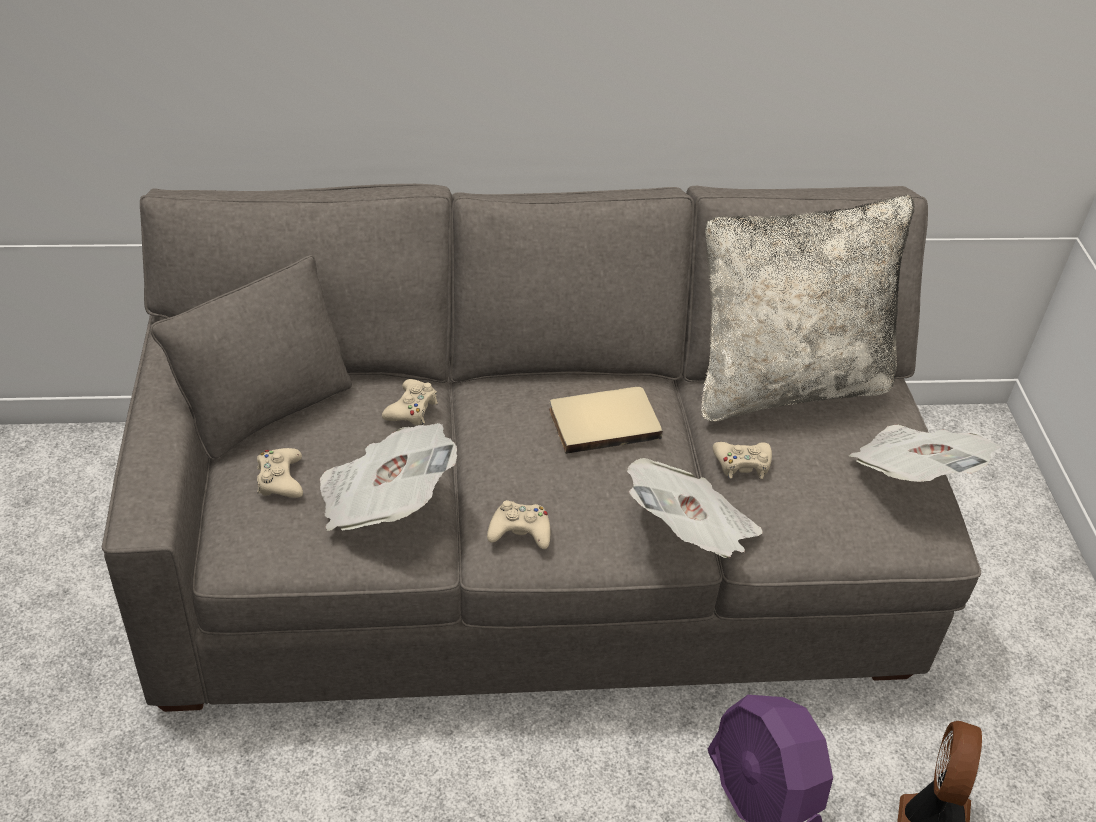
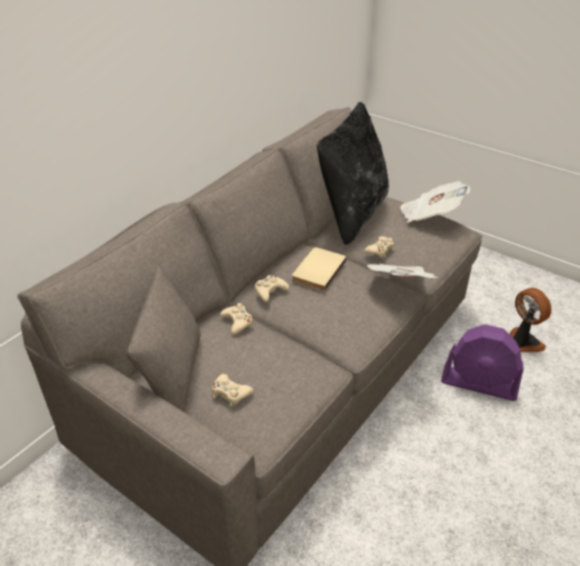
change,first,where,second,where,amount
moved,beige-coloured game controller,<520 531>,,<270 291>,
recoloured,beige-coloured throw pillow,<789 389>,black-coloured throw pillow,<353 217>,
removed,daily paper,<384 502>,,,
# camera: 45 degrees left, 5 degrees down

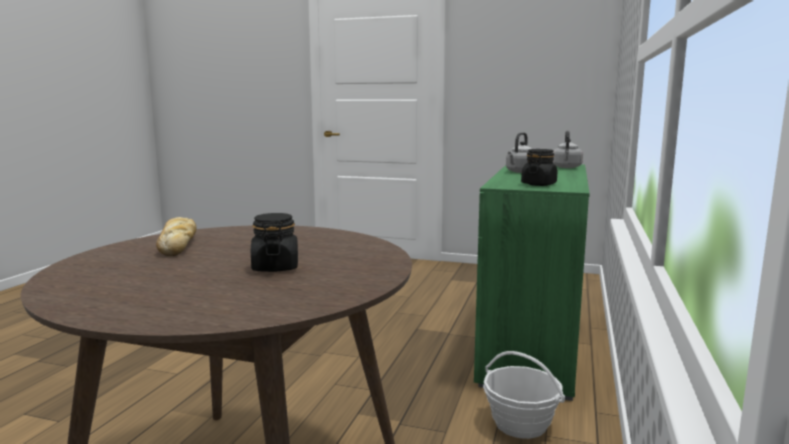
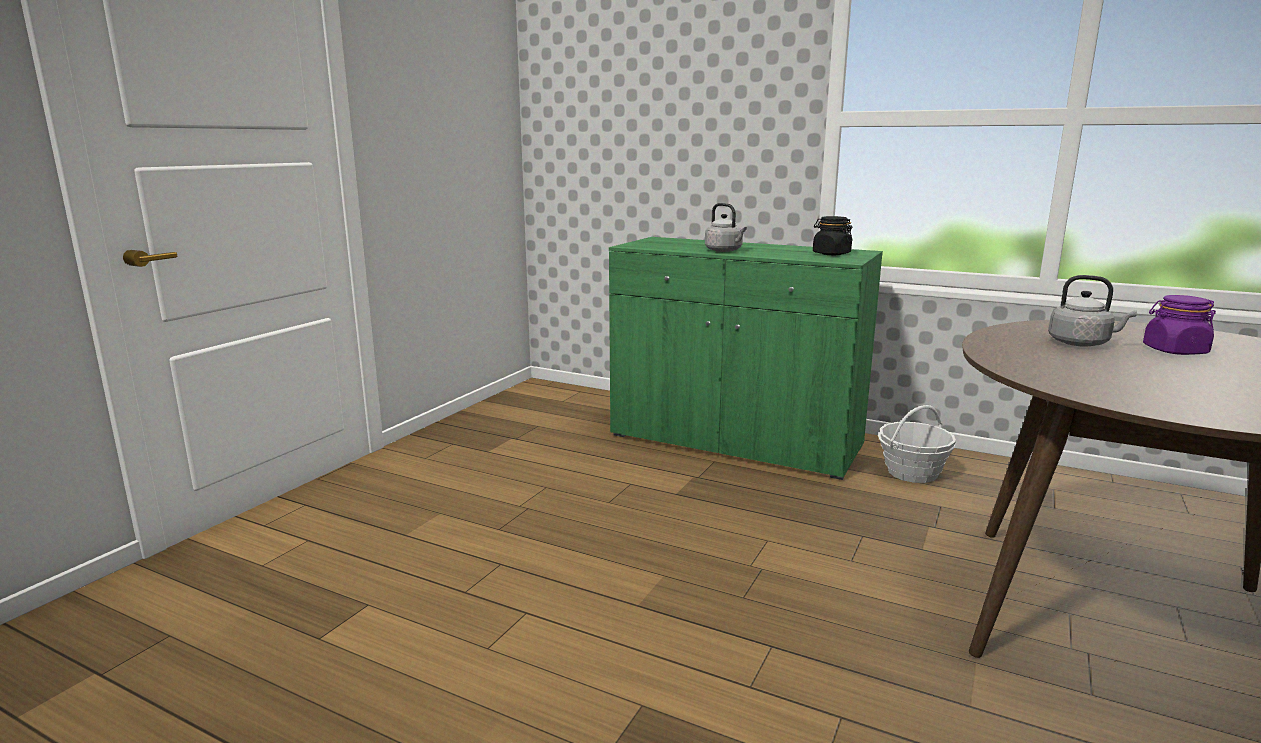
change,first,where,second,where,amount
moved,grey water kettle,<566 167>,,<1081 343>,
recoloured,black-coloured jar,<275 267>,purple jar,<1174 351>,
removed,baked bread,<178 244>,,,
# camera: 80 degrees left, 5 degrees up

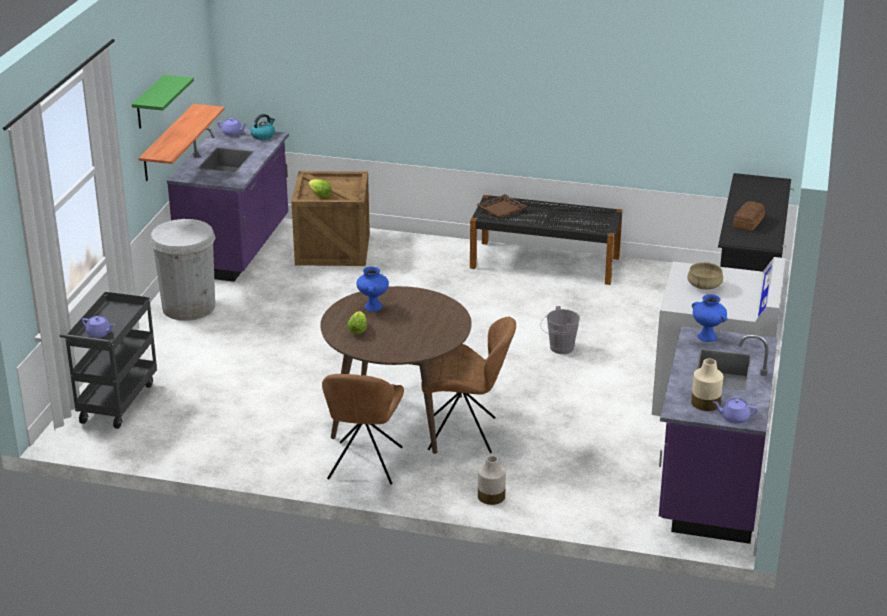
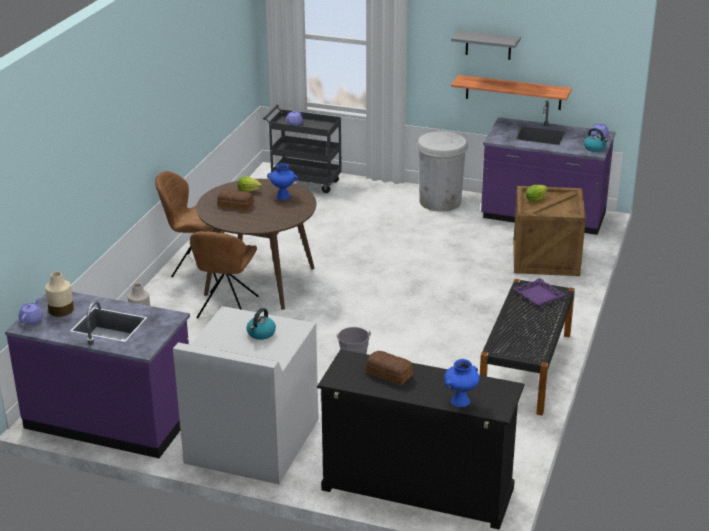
change,first,where,second,where,amount
added,,,baked bread,<236 205>,
replaced,beige-coloured saucepot,<704 285>,water kettle,<261 334>,
moved,blue-coloured flower vase,<707 337>,,<460 402>,
recoloured,green bracket shelf,<149 103>,grey bracket shelf,<488 45>,
recoloured,brown-coloured tray,<501 209>,purple tray,<539 295>,
# camera: 95 degrees right, 0 degrees up

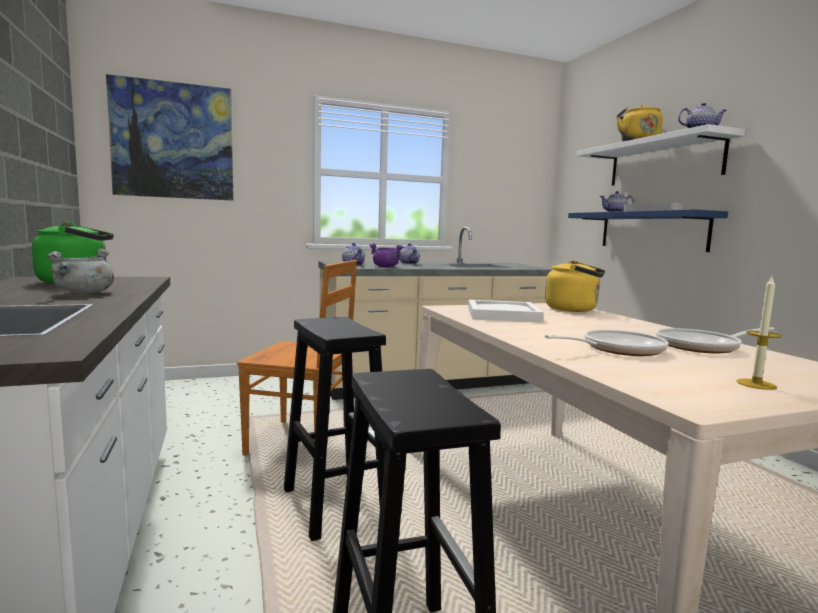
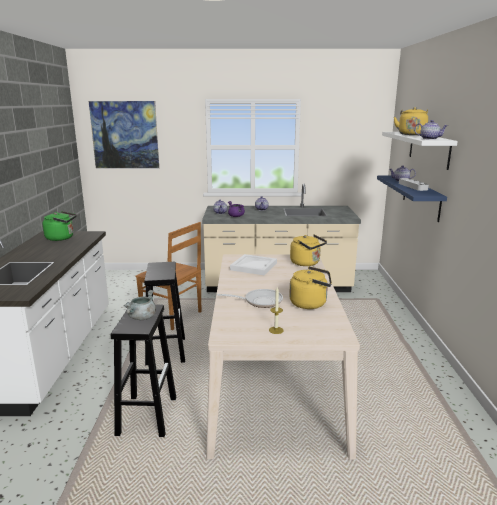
change,first,where,second,where,amount
moved,grey saucepot,<85 293>,,<142 318>,
replaced,skillet,<703 347>,yellow-coloured water kettle,<310 303>,
# camera: 20 degrees right, 10 degrees up

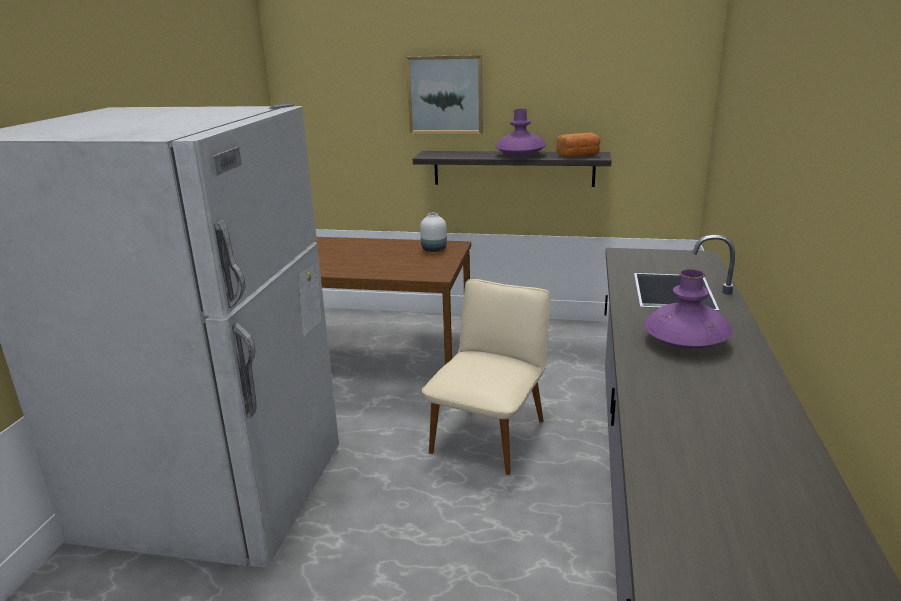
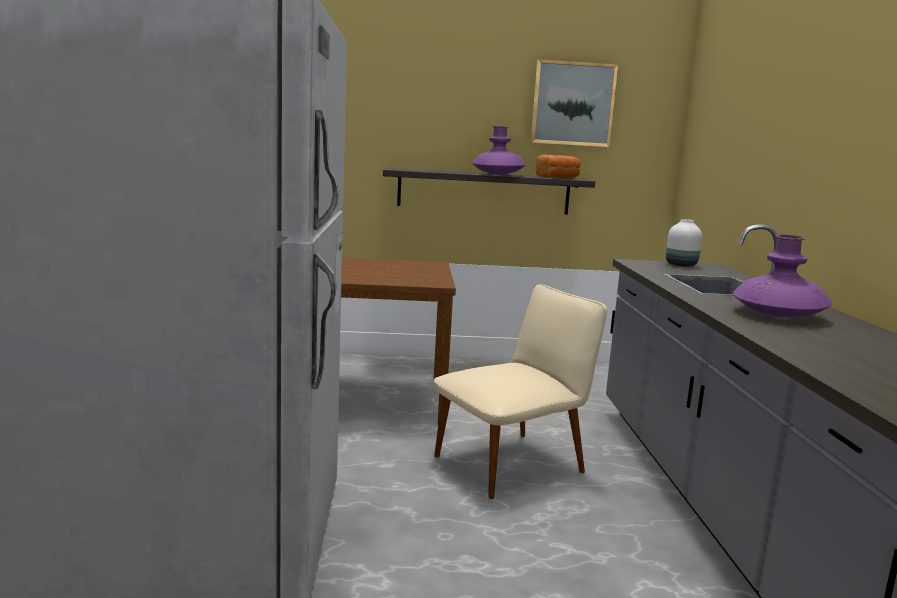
change,first,where,second,where,amount
turned,beige-coloured chair,<488 436>,,<509 464>,45 degrees clockwise
moved,wall art,<445 95>,,<573 104>,
moved,white flower vase,<434 249>,,<681 265>,
# camera: 15 degrees left, 10 degrees down

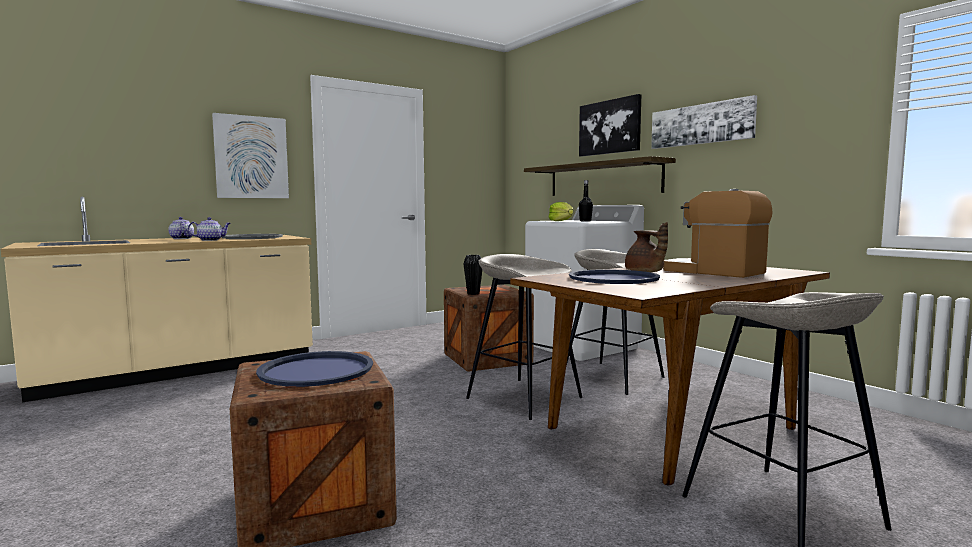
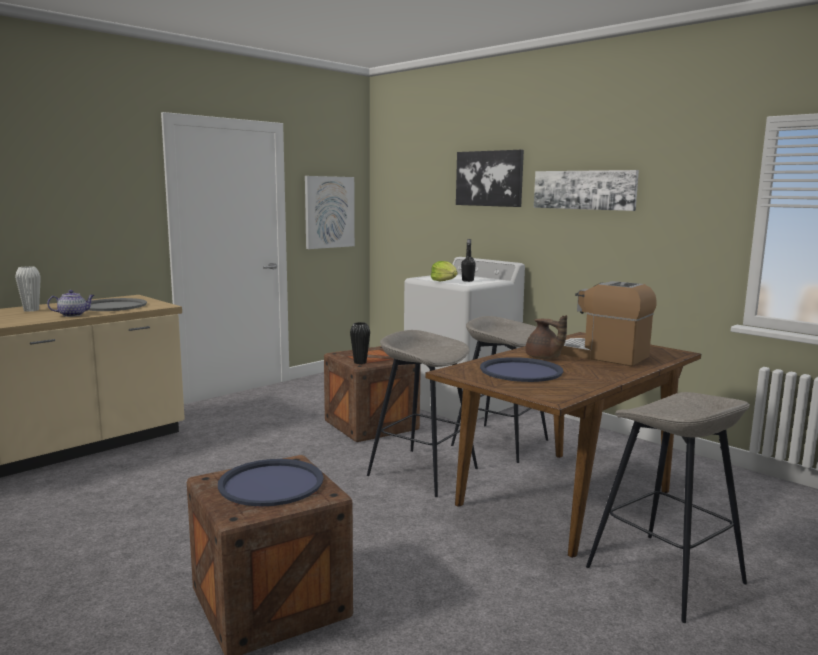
change,first,where,second,where,amount
replaced,pot for tea,<181 238>,white flower vase,<31 310>,
moved,wall art,<251 157>,,<329 212>,
removed,bracket shelf,<603 179>,,,
# camera: 10 degrees left, 5 degrees up

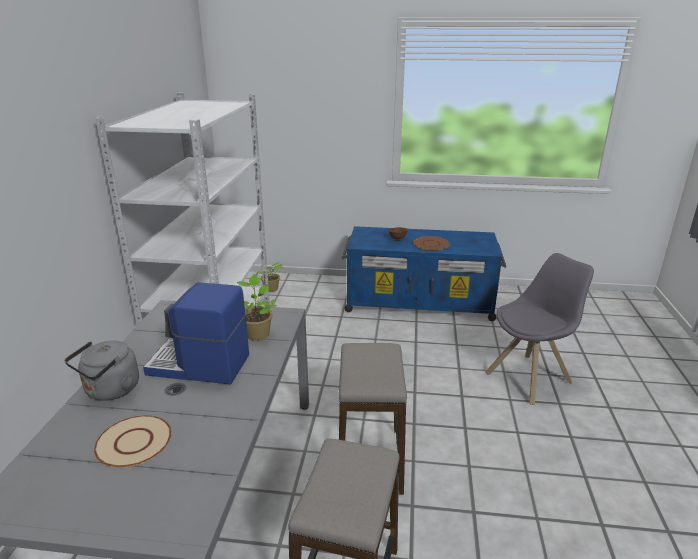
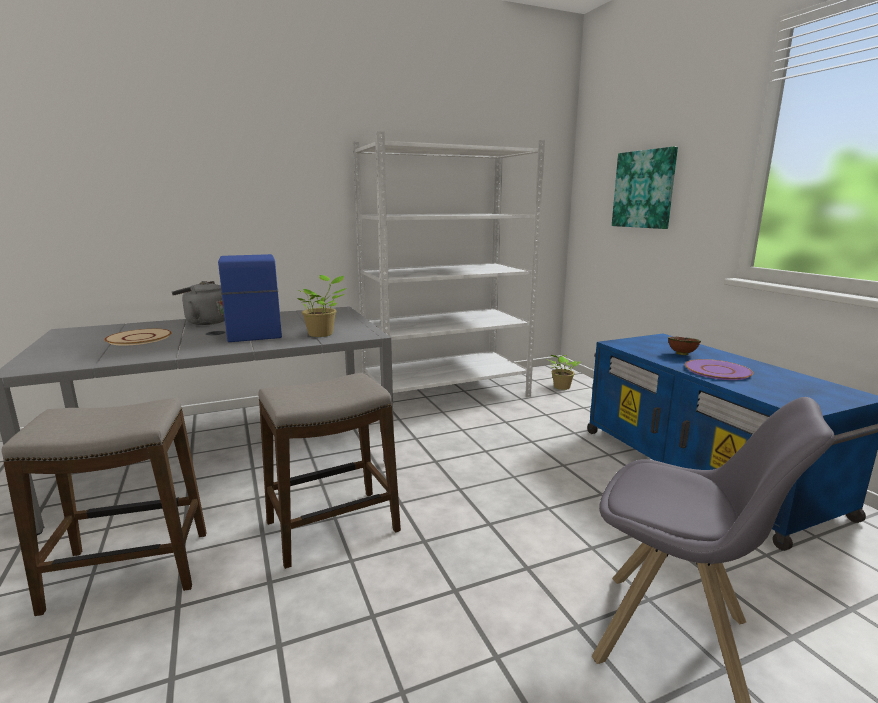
change,first,where,second,where,amount
added,,,wall art,<644 189>,
recoloured,brown-coloured dinner plate,<431 244>,purple dinner plate,<718 371>,
# camera: 60 degrees right, 10 degrees down

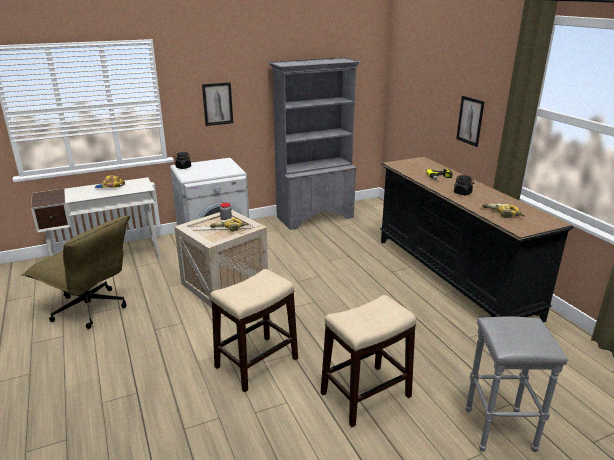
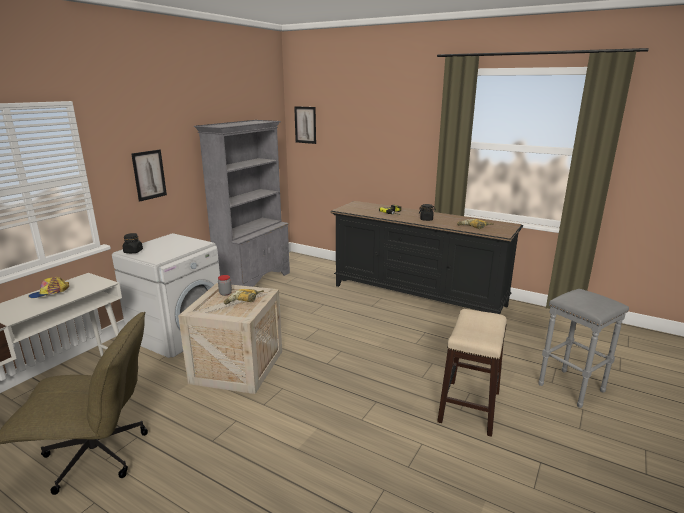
change,first,where,second,where,amount
moved,wall art,<470 121>,,<305 125>,
removed,sitting stool,<257 362>,,,
# camera: 35 degrees left, 5 degrees down

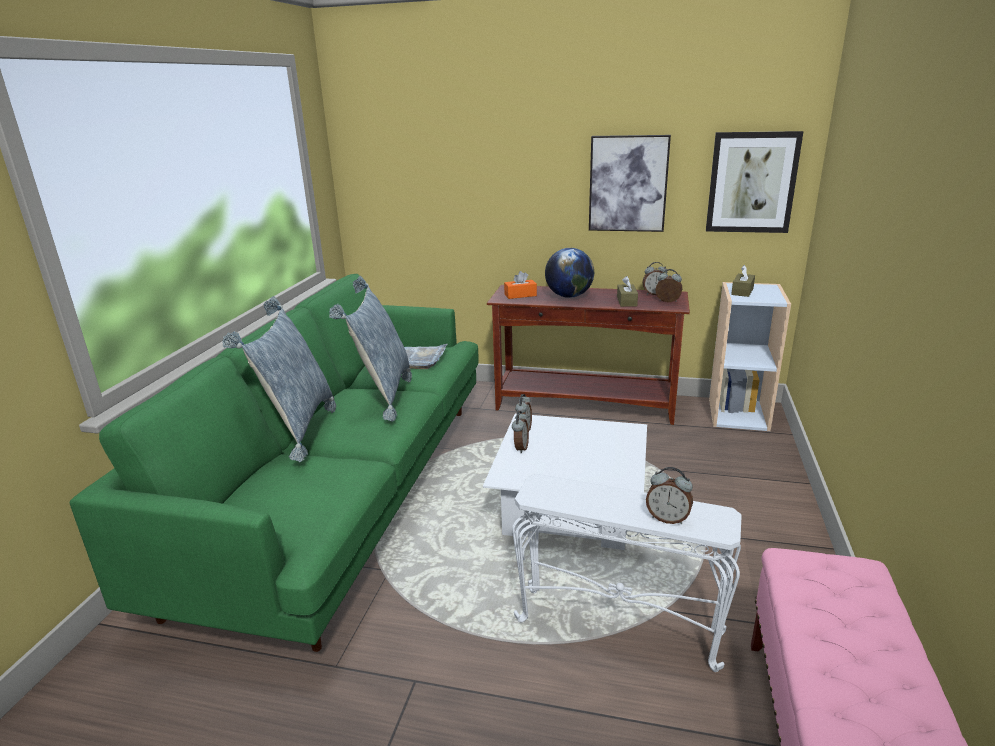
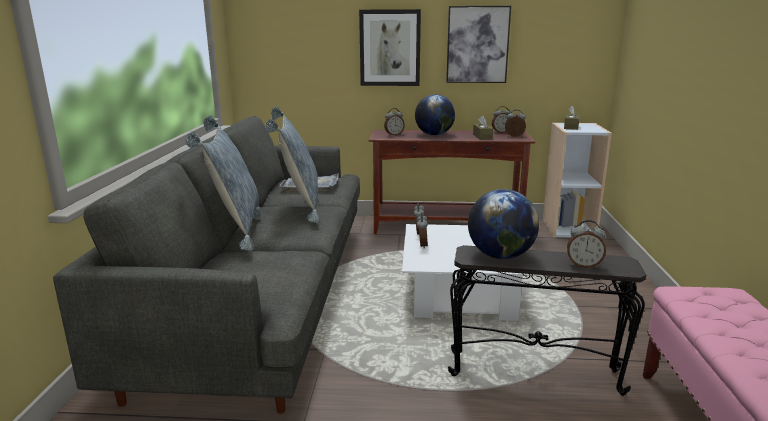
change,first,where,second,where,amount
recoloured,green couch,<346 494>,grey couch,<265 298>,
moved,wall art,<751 182>,,<390 48>,
replaced,orangey tissue box,<520 295>,table clock,<394 135>,
recoloured,white side table,<617 628>,black-coloured side table,<534 373>,
added,,,world globe,<500 256>,
# camera: 10 degrees left, 5 degrees down

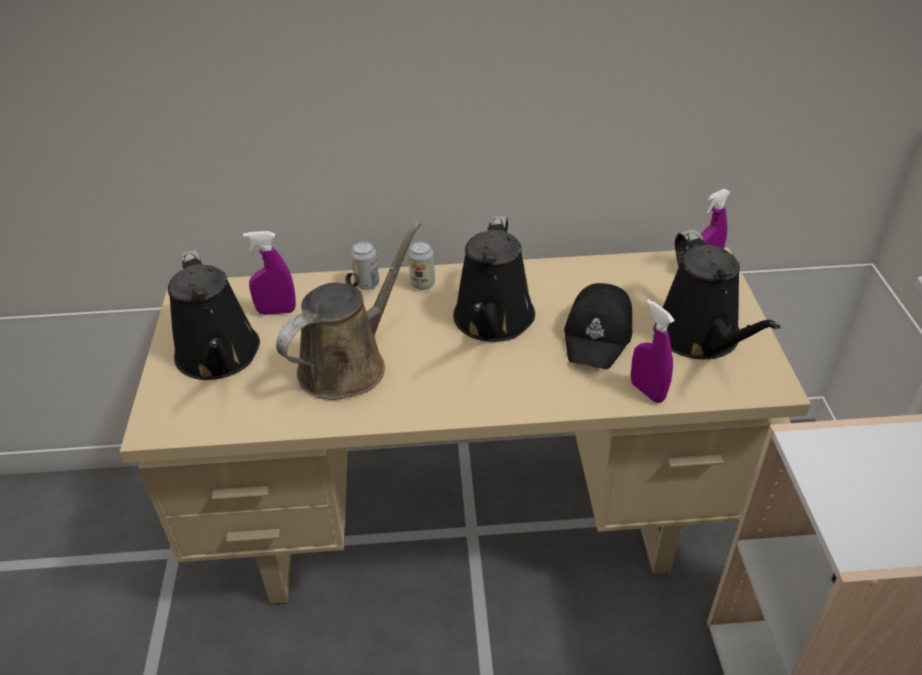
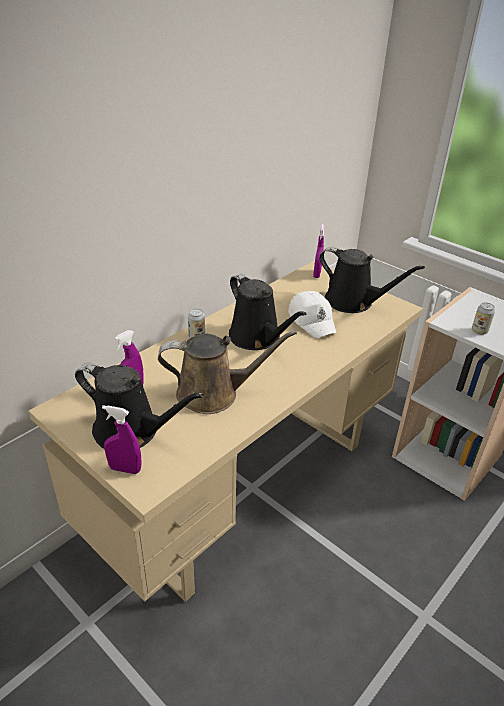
change,first,where,second,where,amount
moved,purple sprayer,<647 391>,,<125 469>,
turned,brown-coloured watering can,<348 364>,,<213 394>,90 degrees clockwise
recoloured,black-coloured cap,<599 335>,white cap,<312 320>,
moved,can,<367 284>,,<479 331>,
# camera: 45 degrees left, 5 degrees down

